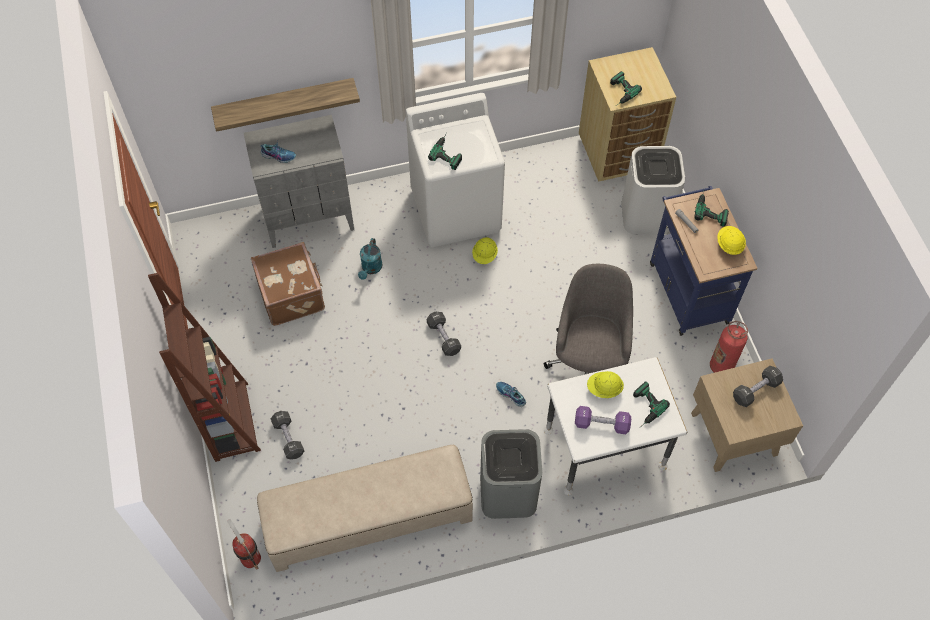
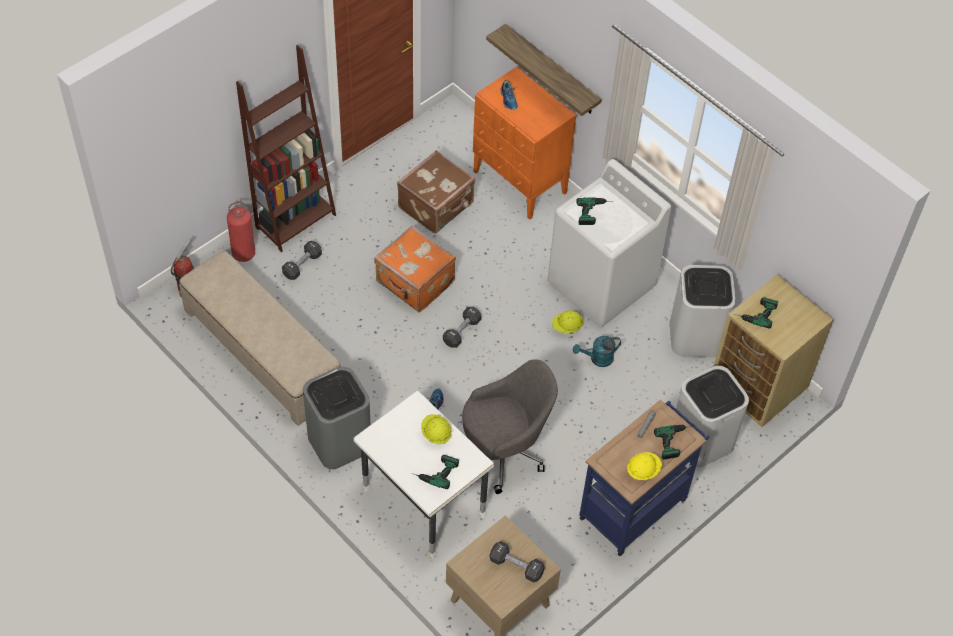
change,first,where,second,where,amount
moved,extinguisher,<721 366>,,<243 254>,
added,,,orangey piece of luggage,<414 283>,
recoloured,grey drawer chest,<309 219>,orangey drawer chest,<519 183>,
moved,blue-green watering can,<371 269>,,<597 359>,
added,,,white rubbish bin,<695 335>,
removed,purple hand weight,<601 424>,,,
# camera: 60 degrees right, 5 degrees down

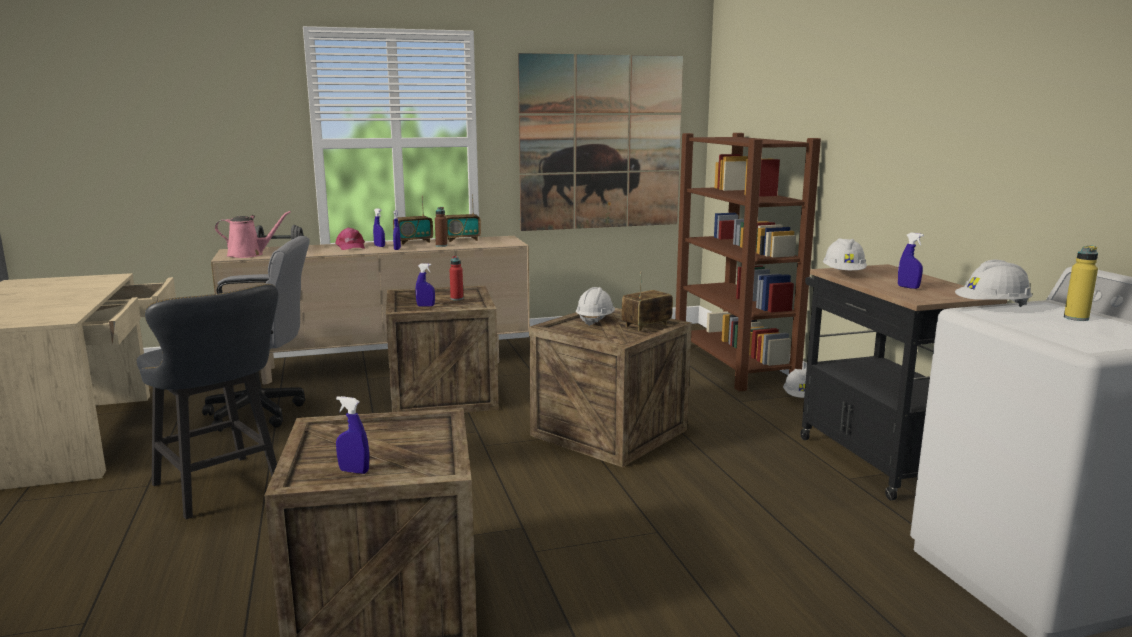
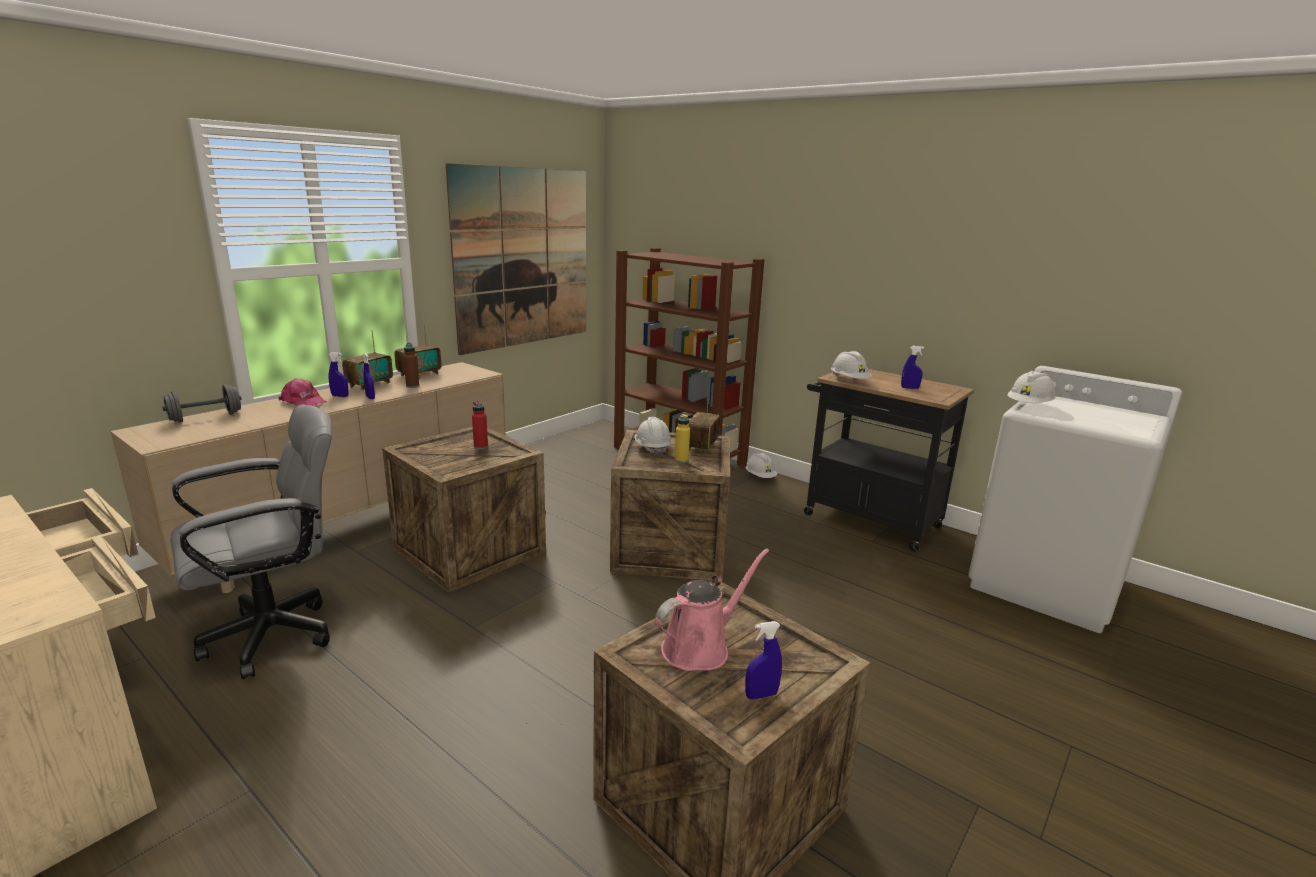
change,first,where,second,where,amount
moved,pinkish watering can,<249 254>,,<700 647>,
moved,yellow-coloured beverage bottle,<1076 318>,,<681 460>,
removed,grey sitting stool,<223 491>,,,
removed,blue-coloured sprayer,<425 306>,,,
# camera: 35 degrees left, 5 degrees up

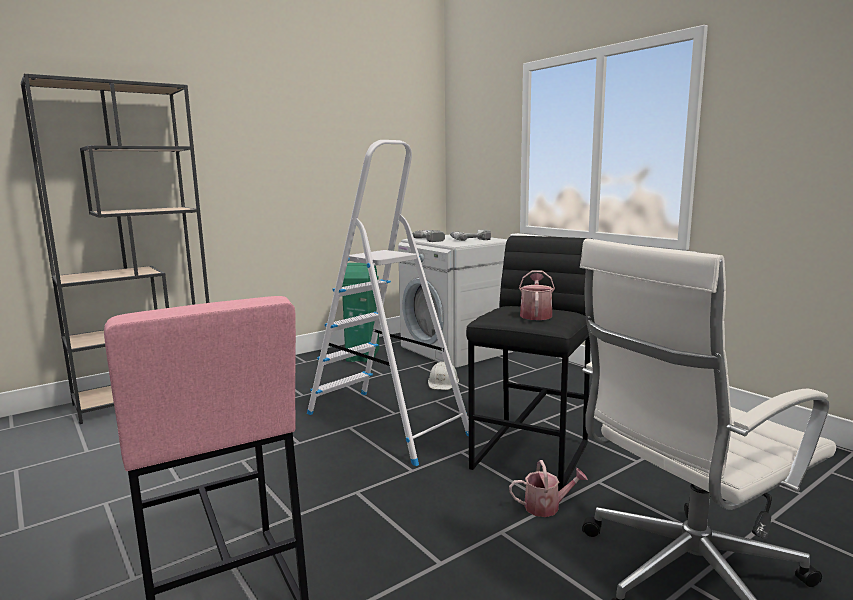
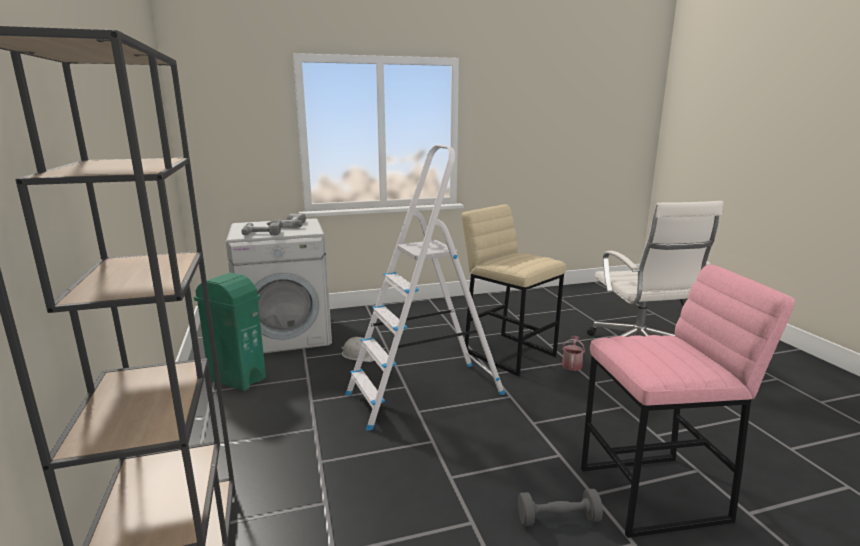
change,first,where,second,where,amount
recoloured,black-coloured sitting stool,<531 454>,beige-coloured sitting stool,<508 353>,
added,,,grey hand weight,<558 519>,
removed,watering can,<535 314>,,,
# camera: 70 degrees left, 5 degrees up

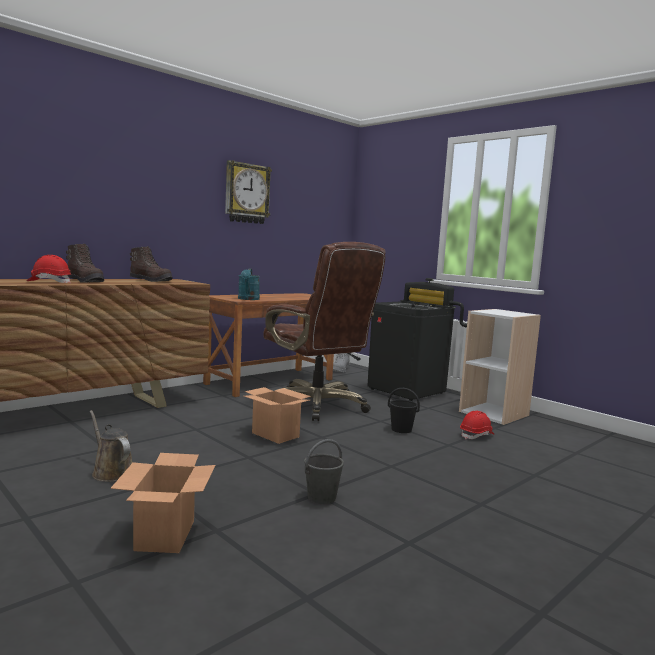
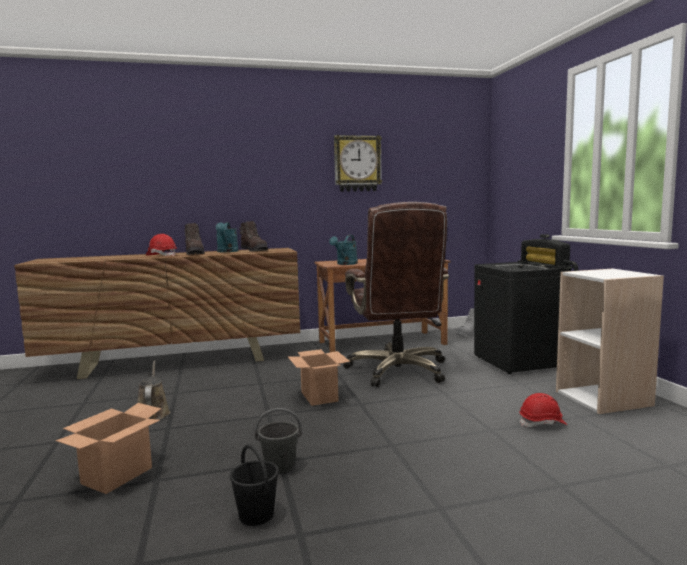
change,first,where,second,where,amount
added,,,blue-green watering can,<227 251>,
moved,black-coloured water bucket,<401 430>,,<256 515>,
# camera: 30 degrees right, 0 degrees up

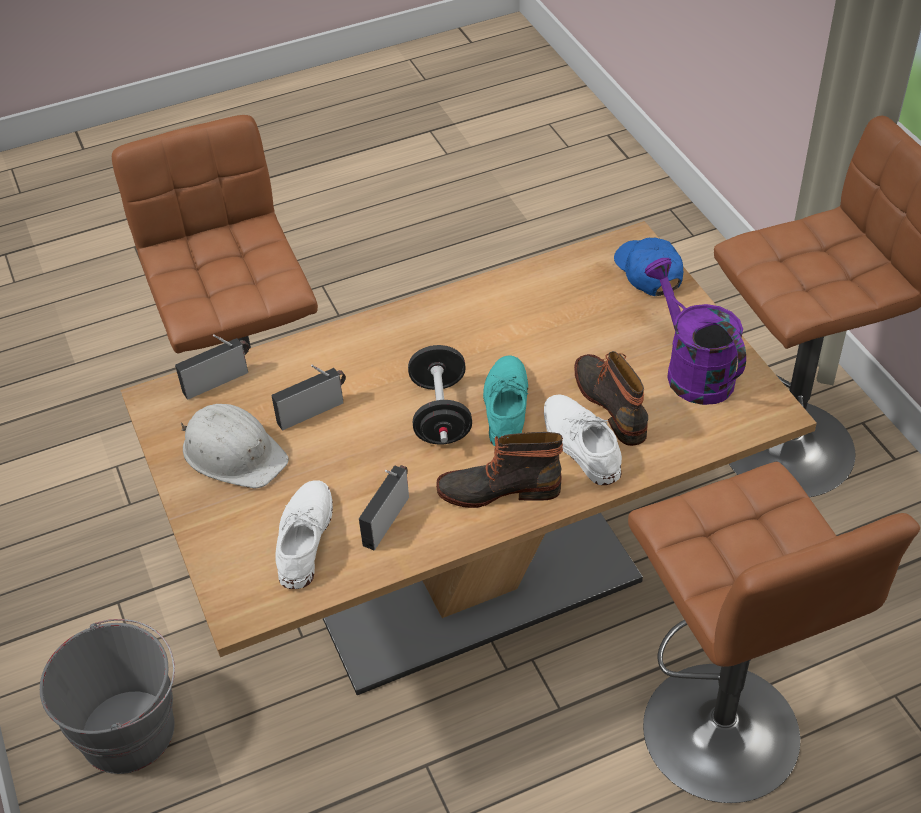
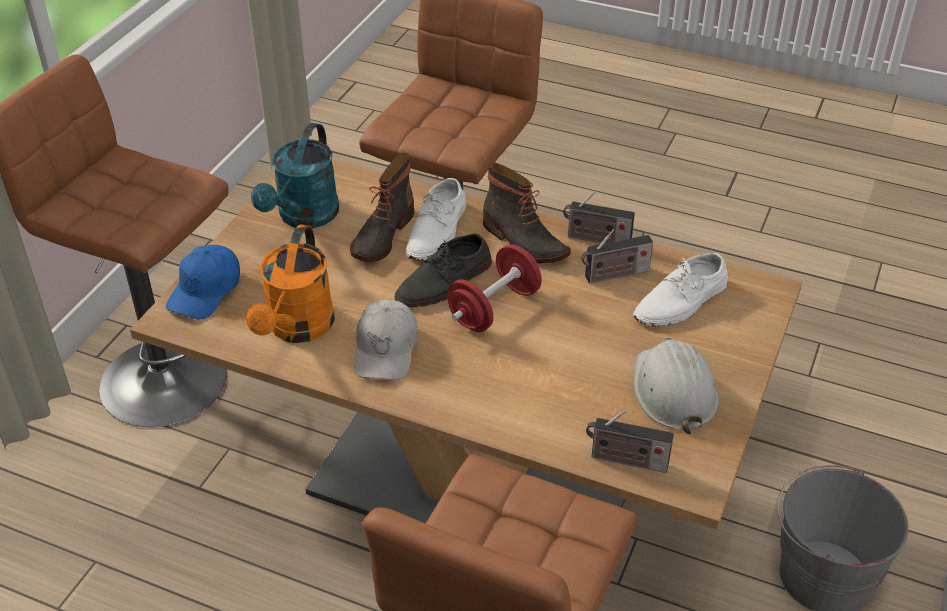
change,first,where,second,where,amount
added,,,orangey watering can,<297 329>,
recoloured,purple watering can,<692 370>,blue-green watering can,<304 218>,
added,,,white cap,<386 349>,
recoloured,blue-green item of footwear,<505 405>,grey item of footwear,<445 282>,
recoloured,black-coloured hand weight,<440 414>,red hand weight,<494 308>,
moved,radio,<313 411>,,<596 239>,
# camera: 135 degrees left, 5 degrees down

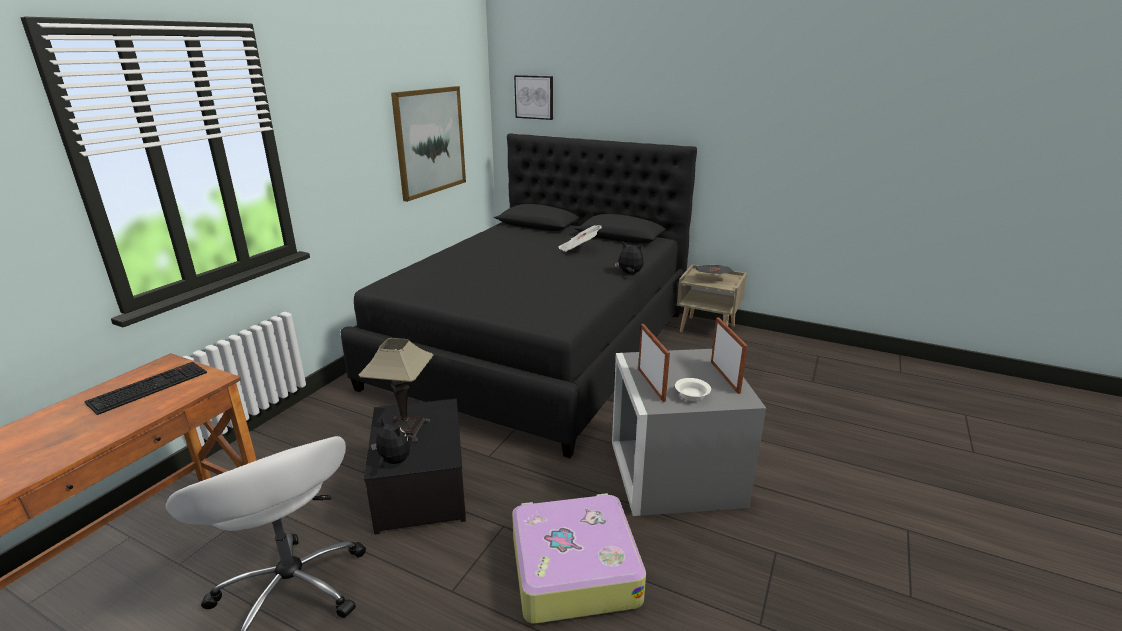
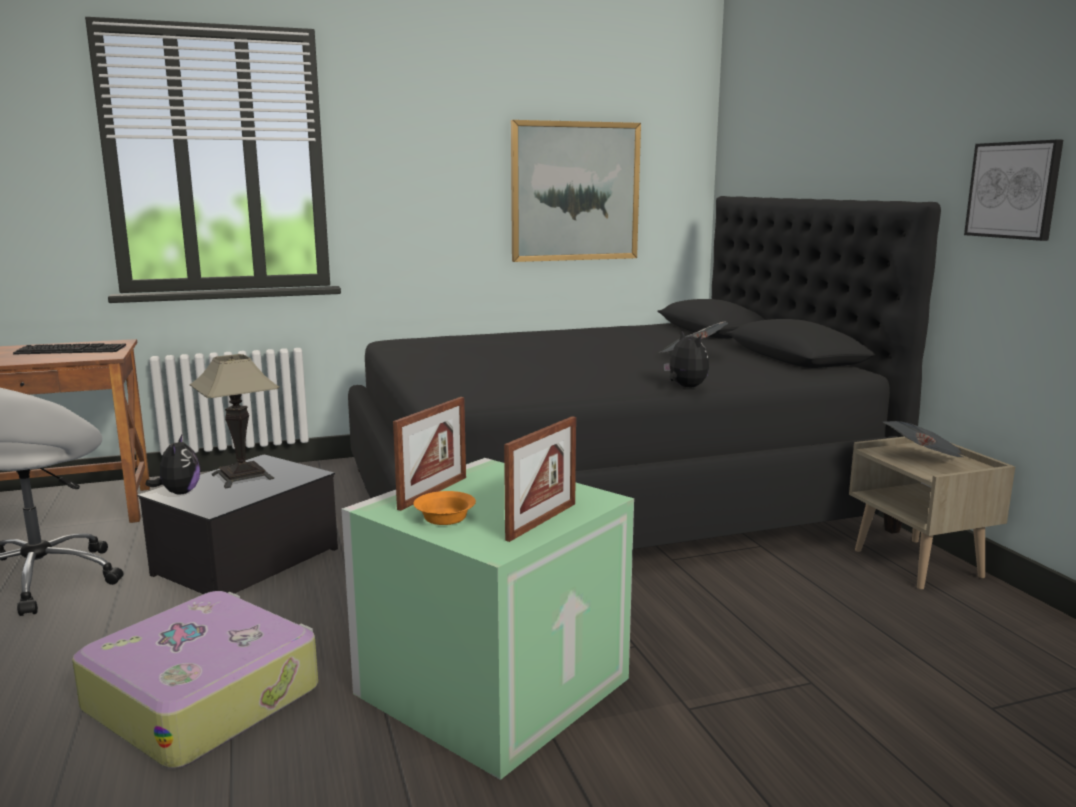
change,first,where,second,where,amount
recoloured,grey storage container,<673 471>,green storage container,<492 683>,
recoloured,white serving bowl,<691 396>,orangey serving bowl,<443 518>,
moved,wall art,<534 97>,,<1013 190>,
# camera: 45 degrees right, 10 degrees down

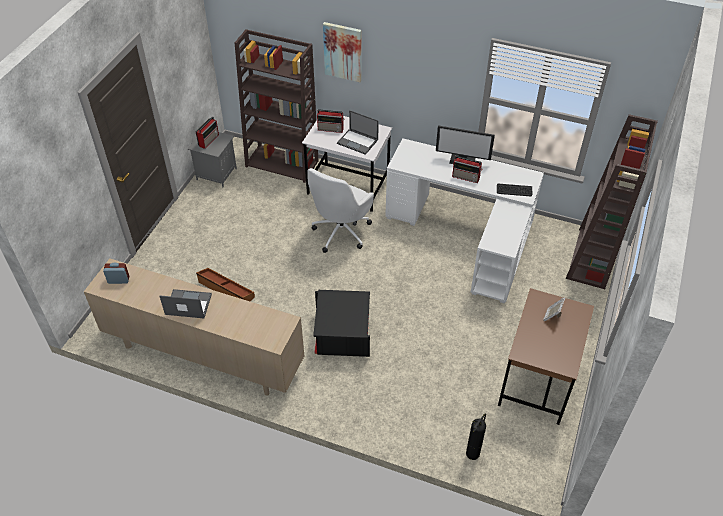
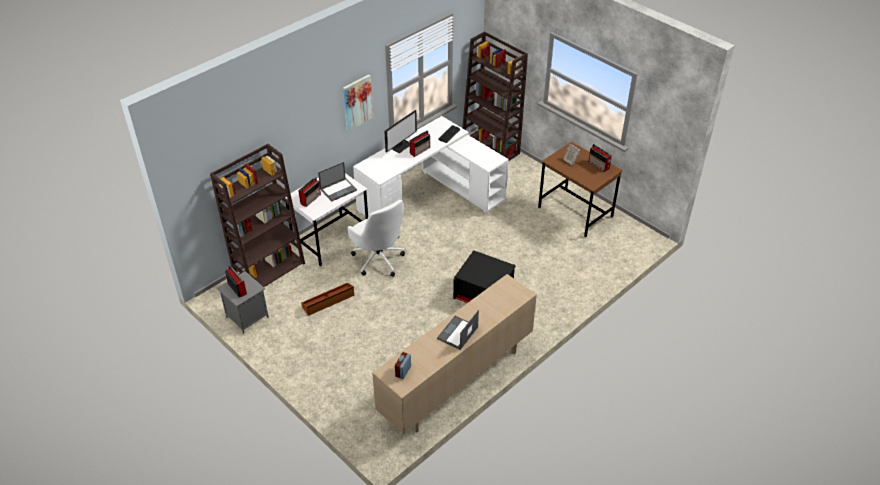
change,first,where,second,where,amount
moved,brown-coloured storage container,<226 290>,,<328 301>,
moved,wall art,<343 51>,,<357 102>,
added,,,radio,<599 165>,
removed,extinguisher,<473 453>,,,
# camera: 65 degrees left, 5 degrees down

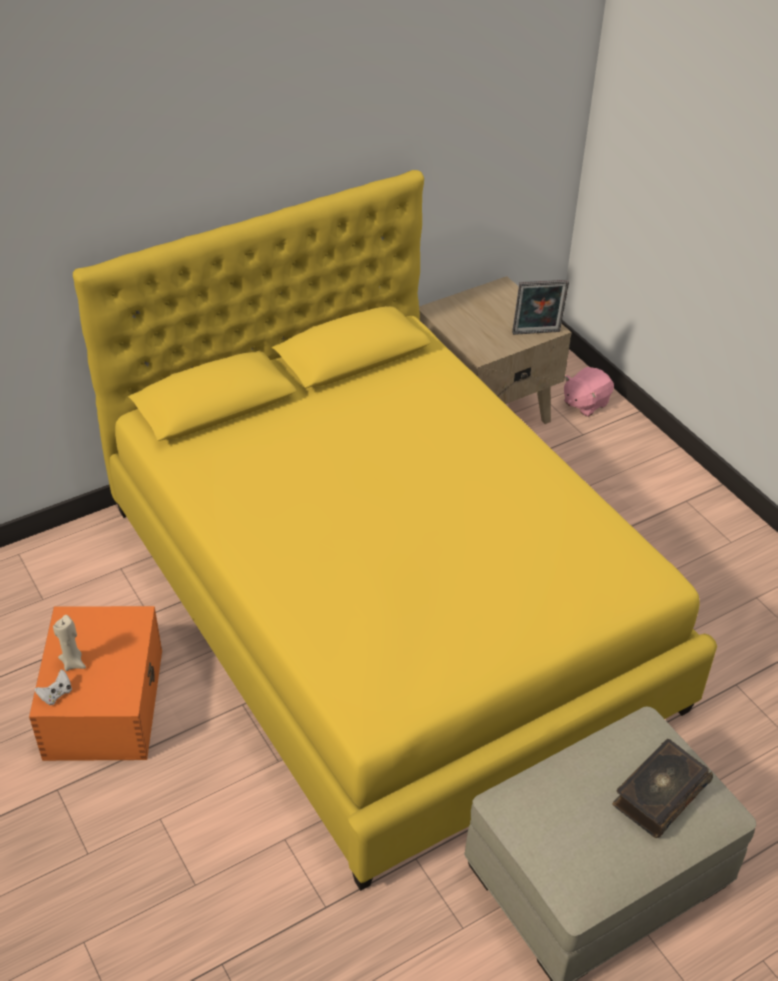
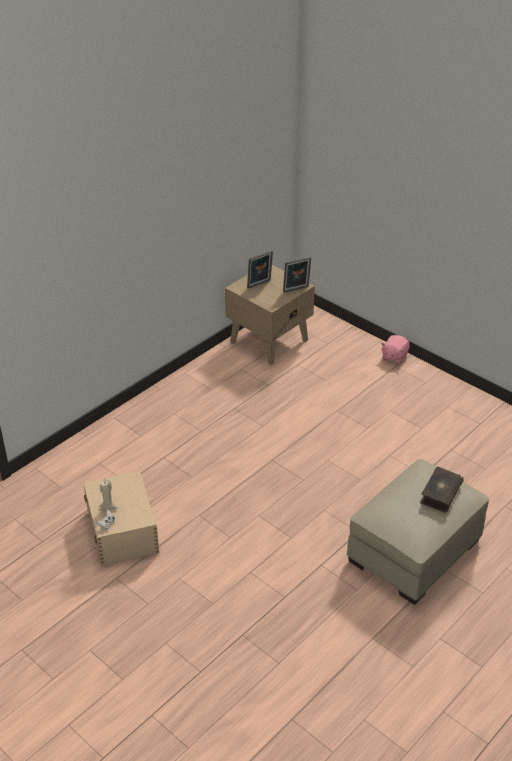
change,first,where,second,where,amount
recoloured,orangey storage container,<105 702>,beige-coloured storage container,<123 530>,
added,,,picture frame,<259 284>,
moved,pinkish cuddly toy,<585 403>,,<394 357>,
removed,yellow-coloured sleeping bed,<385 603>,,,
# camera: 15 degrees left, 5 degrees down

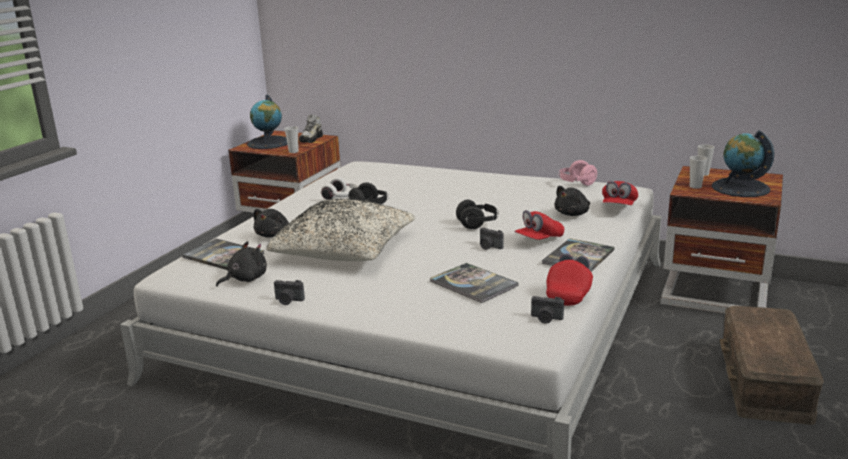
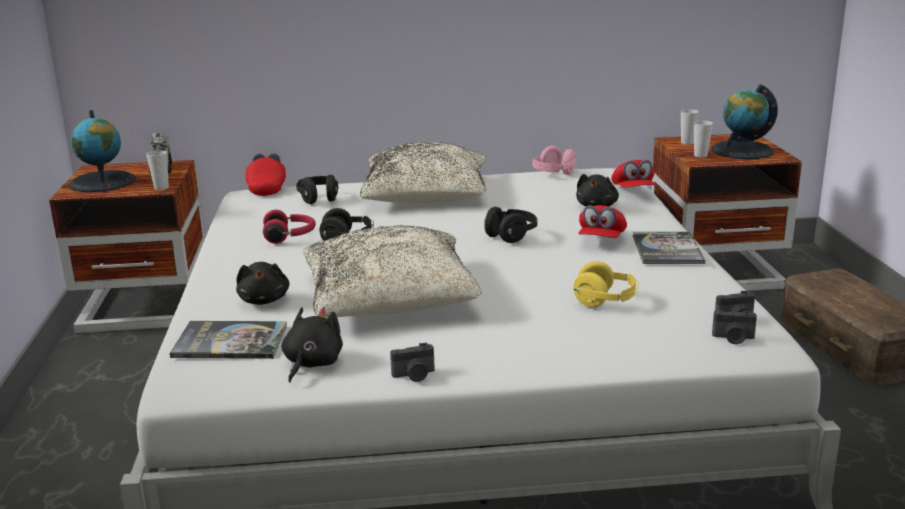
change,first,where,second,where,amount
moved,red cap,<569 294>,,<267 188>,
recoloured,white pair of headphones,<343 197>,red pair of headphones,<290 236>,
added,,,black-coloured pair of headphones,<318 199>,
added,,,beige-coloured throw pillow,<426 193>,
replaced,bound book,<473 284>,yellow-coloured pair of headphones,<606 301>,
moved,still camera,<489 247>,,<733 338>,
# camera: 30 degrees left, 0 degrees up

